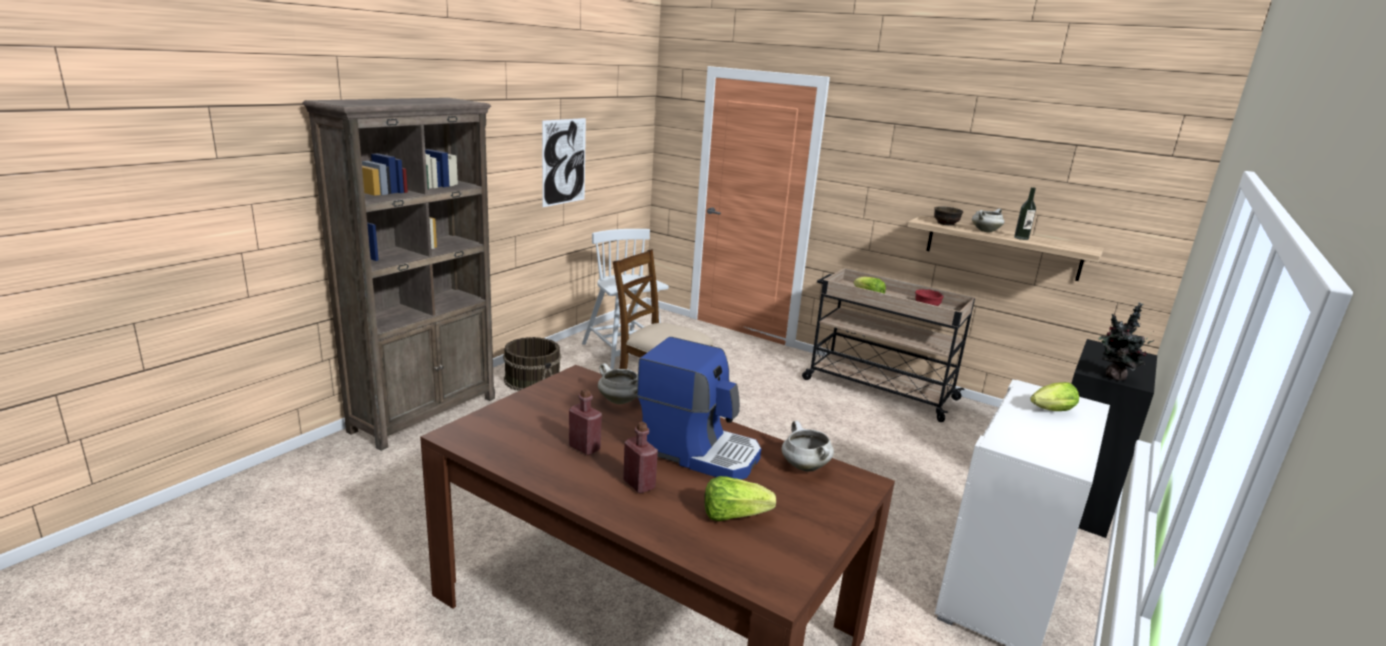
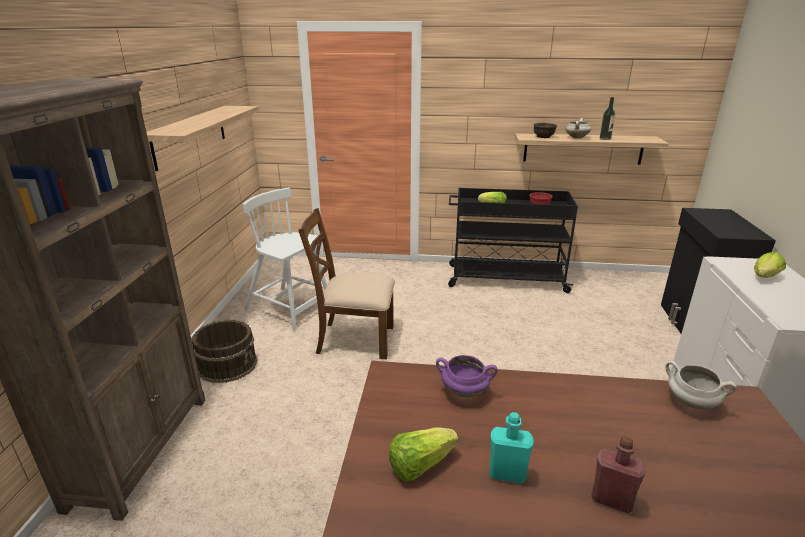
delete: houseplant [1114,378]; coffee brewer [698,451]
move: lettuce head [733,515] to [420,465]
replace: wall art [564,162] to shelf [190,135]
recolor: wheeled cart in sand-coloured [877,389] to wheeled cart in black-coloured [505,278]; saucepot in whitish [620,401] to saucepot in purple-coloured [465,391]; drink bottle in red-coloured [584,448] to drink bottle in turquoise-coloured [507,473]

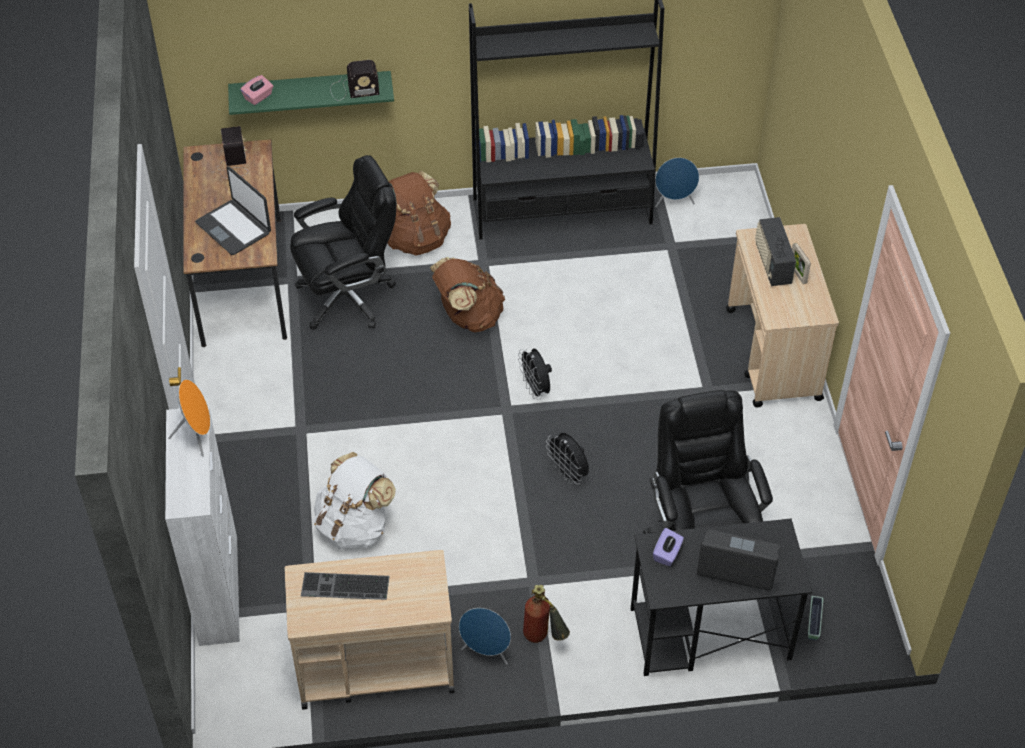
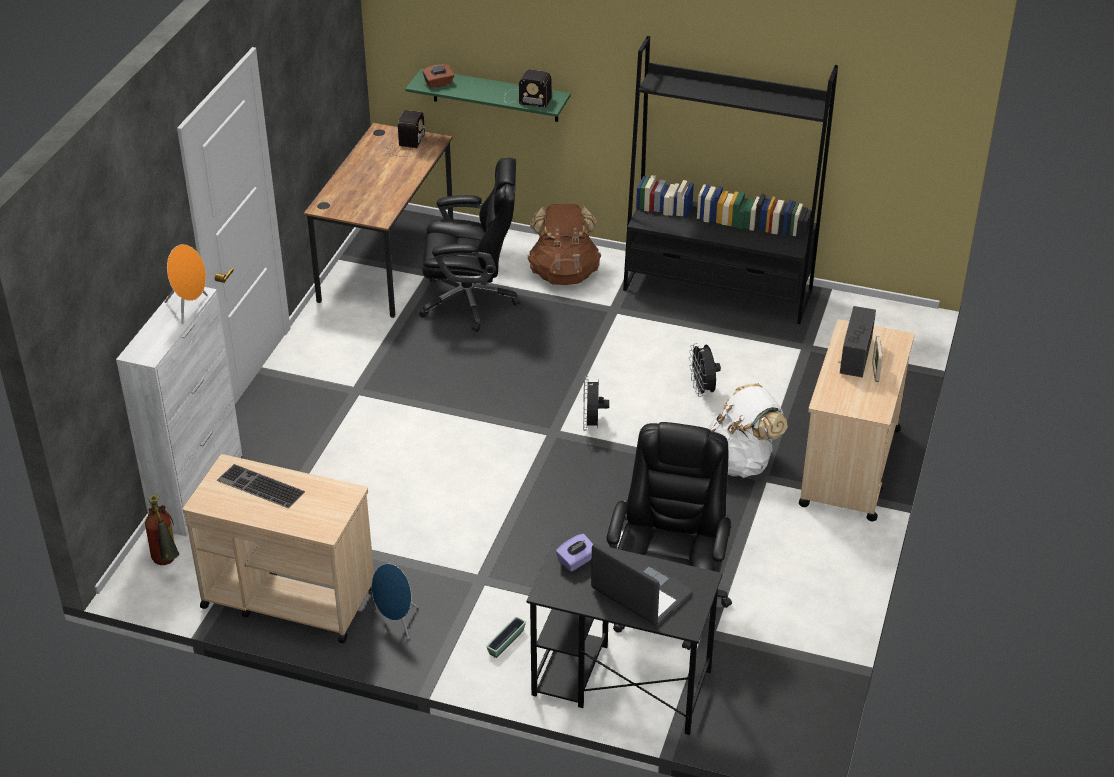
delete: speaker in bluish [674,202]; notebook computer [234,227]; knapsack in brown-coloured [468,316]
move: cooling fan in black-coloured [568,473] to [703,390]; knapsack in whitish [354,526] to [740,461]; fire extinguisher [543,639] to [167,564]; plant pot [814,622] to [506,642]
recolor: box of tissues in pinkish [258,97] to box of tissues in brown-coloured [439,84]

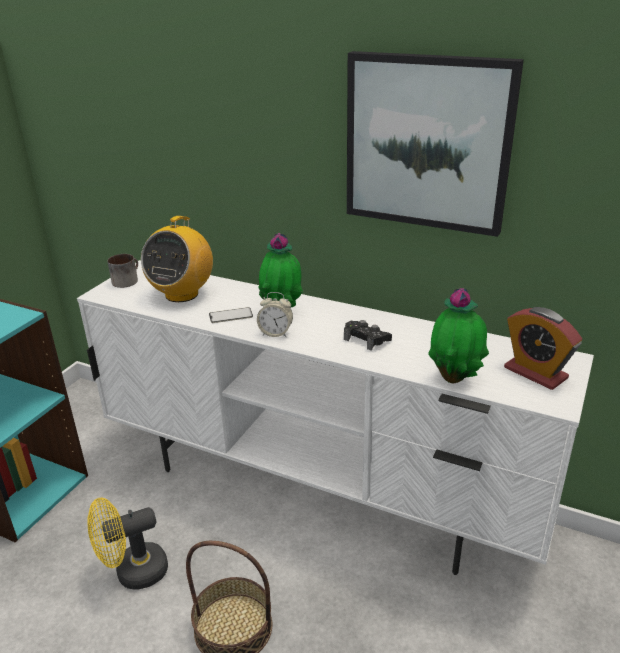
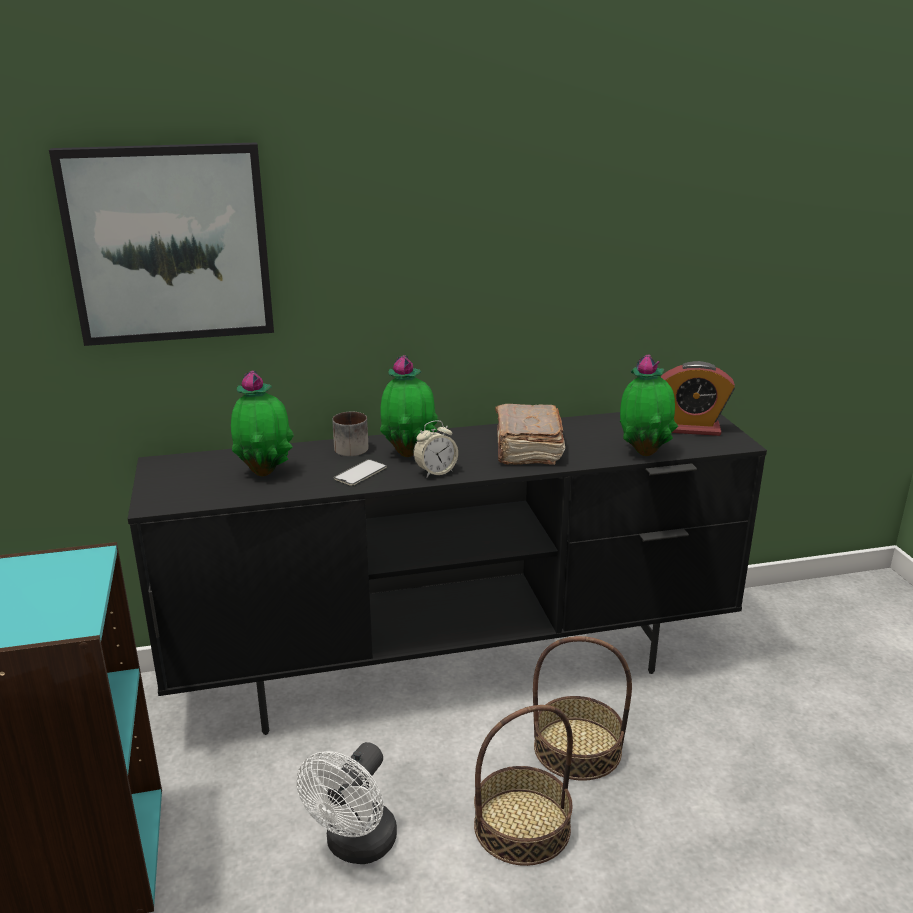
insert: storage basket [577,748]
move: wall art [427,143] to [169,244]; mug [126,280] to [349,447]
replace: radio set [182,294] to houseplant [265,472]; game controller in black-coloured [366,339] to bound book in brown-coloured [527,449]
recolor: tv unit in whitish [318,491] to tv unit in black-coloured [458,669]; cooling fan in yellowish [133,573] to cooling fan in whitish [356,847]

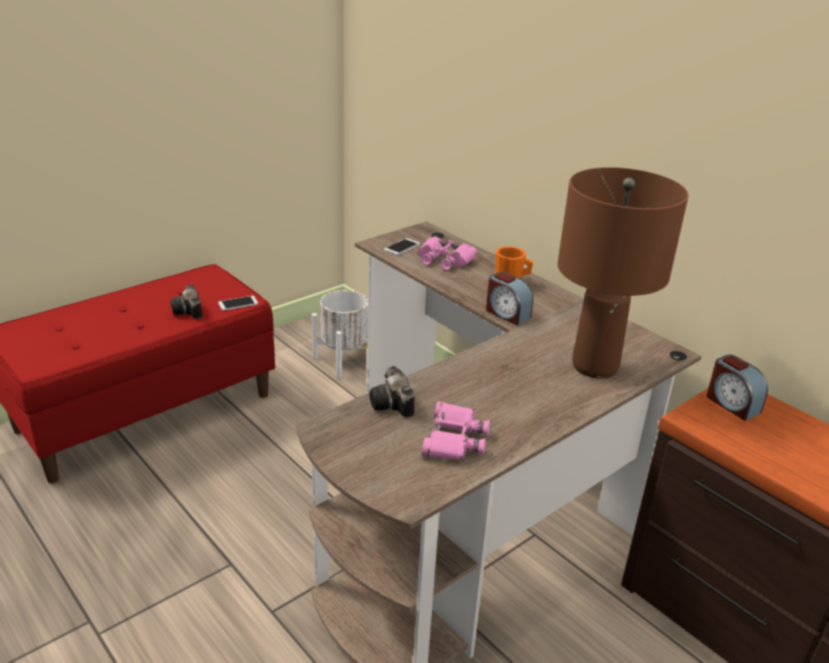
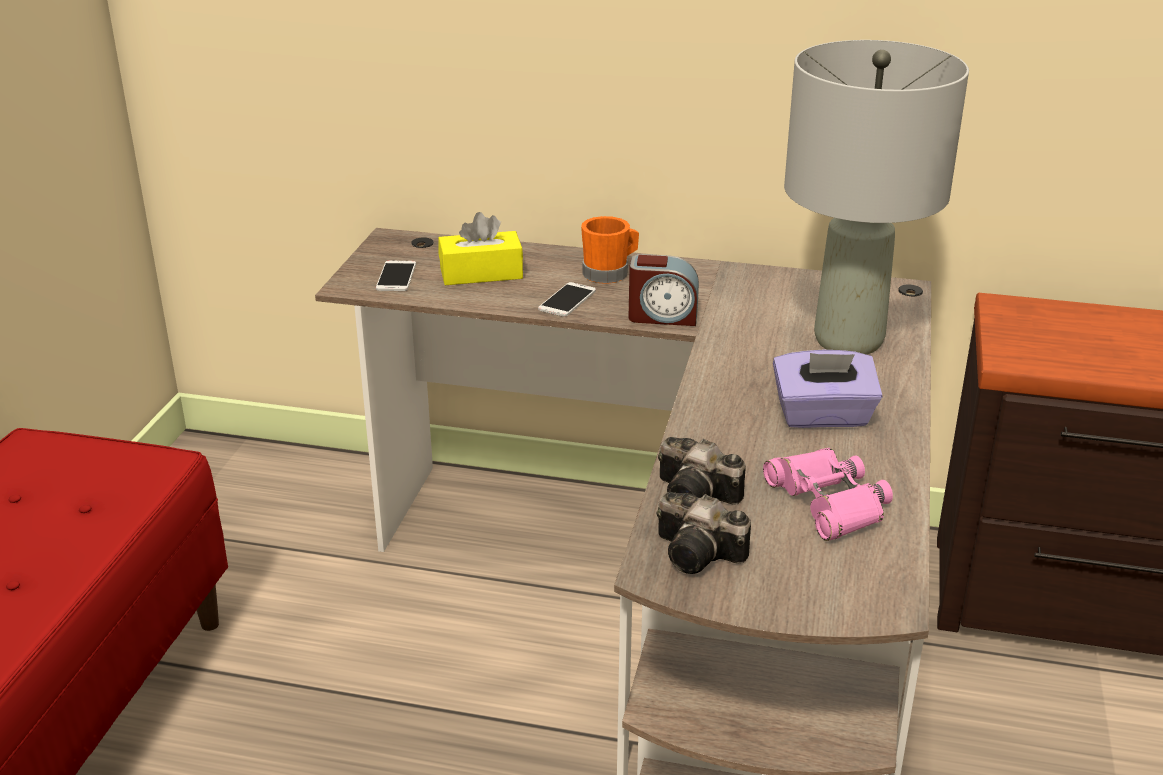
delete: plant pot in whitish [344,360]; bedside clock [732,404]
insert: box of tissues in purple-coloured [823,416]
move: still camera [189,312] to [701,555]; handset [238,303] to [567,300]
replace: field glasses in pinkish [444,259] to box of tissues in yellowish [481,273]
recolor: table lamp in brown-coloured [595,367] to table lamp in grey [850,340]

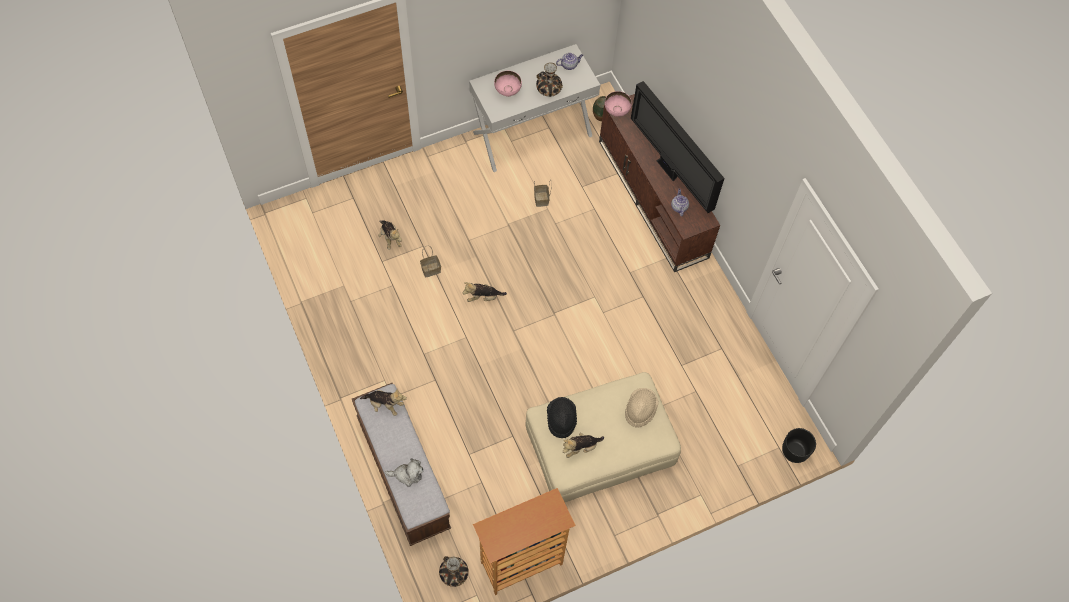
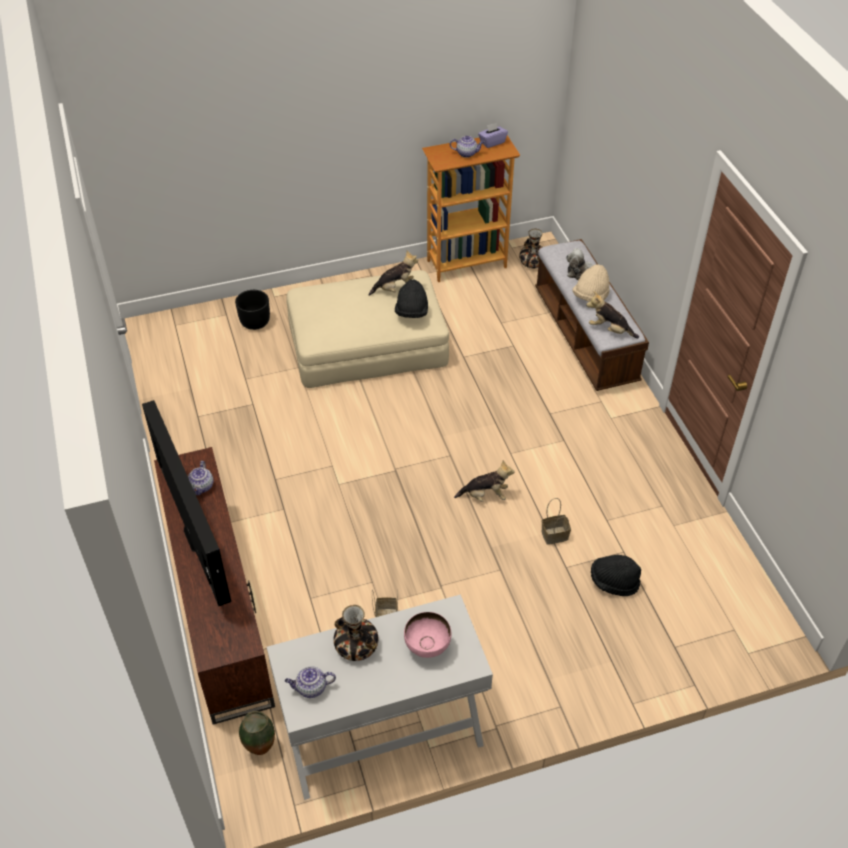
delete: deep dish in pinkish [616,111]
insert: box of tissues in purple-coloured [492,142]; teapot [467,153]
move: clothing hat in sand-coloured [640,410] to [590,296]; plant pot in black-coloured [794,451] to [255,322]
replace: plush toy [390,238] to clothing hat in black-coloured [613,582]

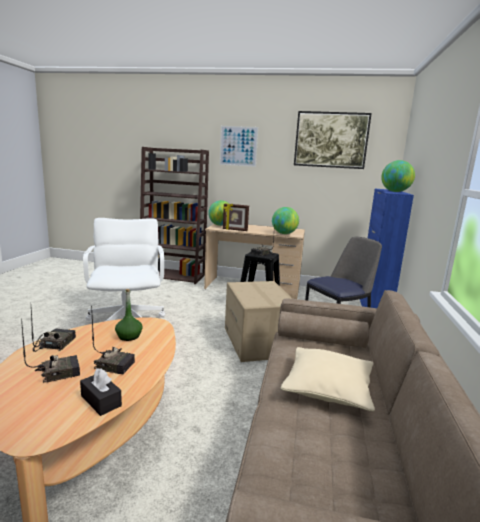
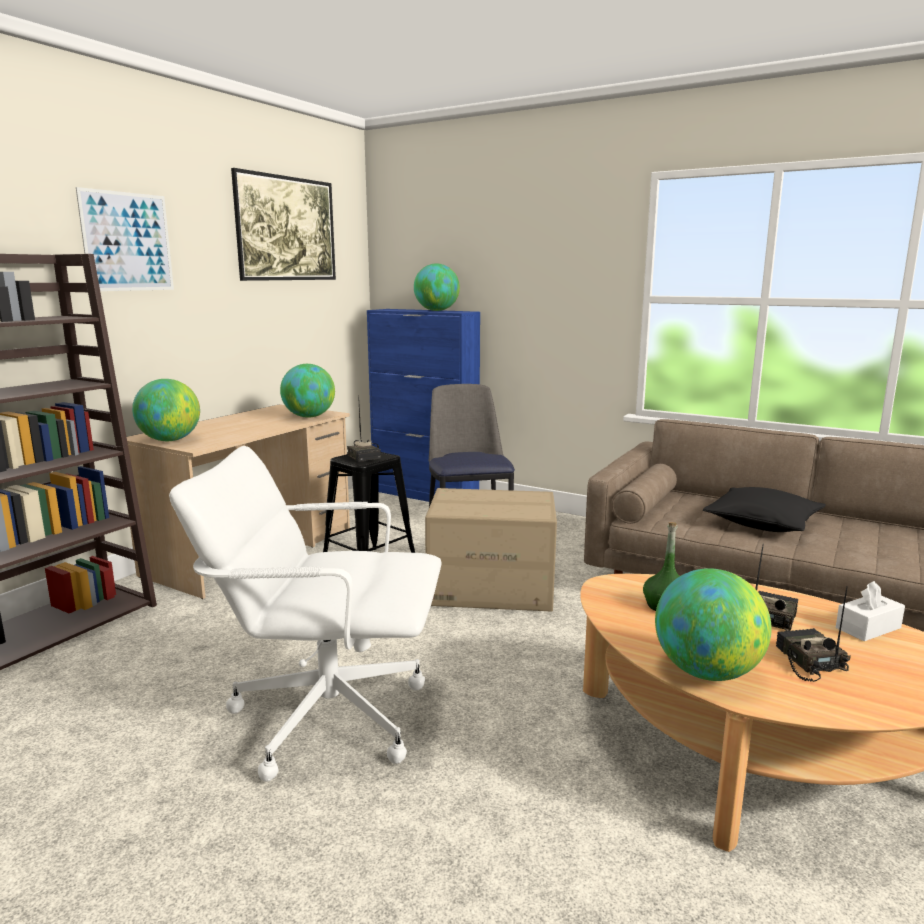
delete: picture frame [235,230]
replace: radio set [54,344] to world globe [706,672]
recolor: throw pillow in sand-coloured [328,388] to throw pillow in black-coloured [762,523]; box of tissues in black-coloured [101,401] to box of tissues in whitish [868,628]

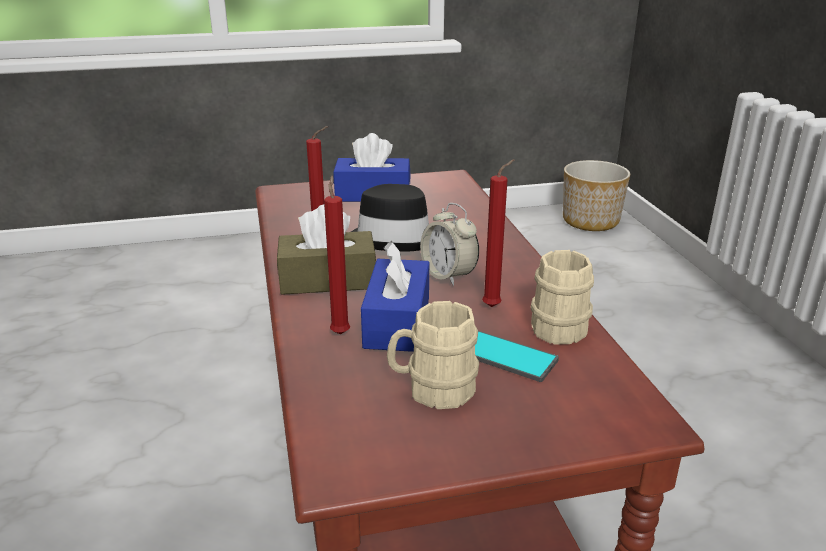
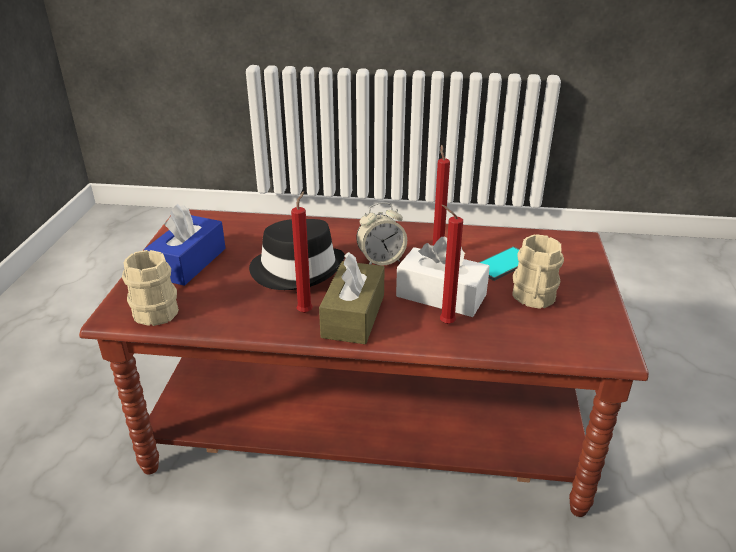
delete: plant pot [591,221]
move: mug in sand-coloured [564,325] to [154,308]
recolor: box of tissues in bluish [397,322] to box of tissues in whitish [441,295]

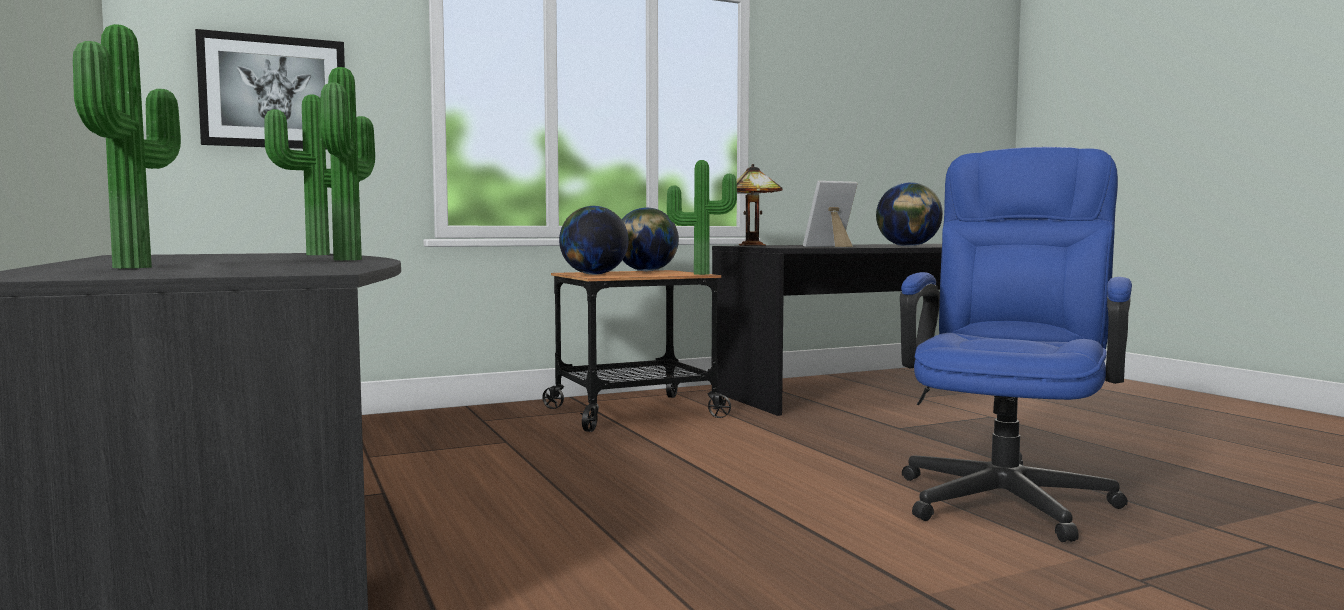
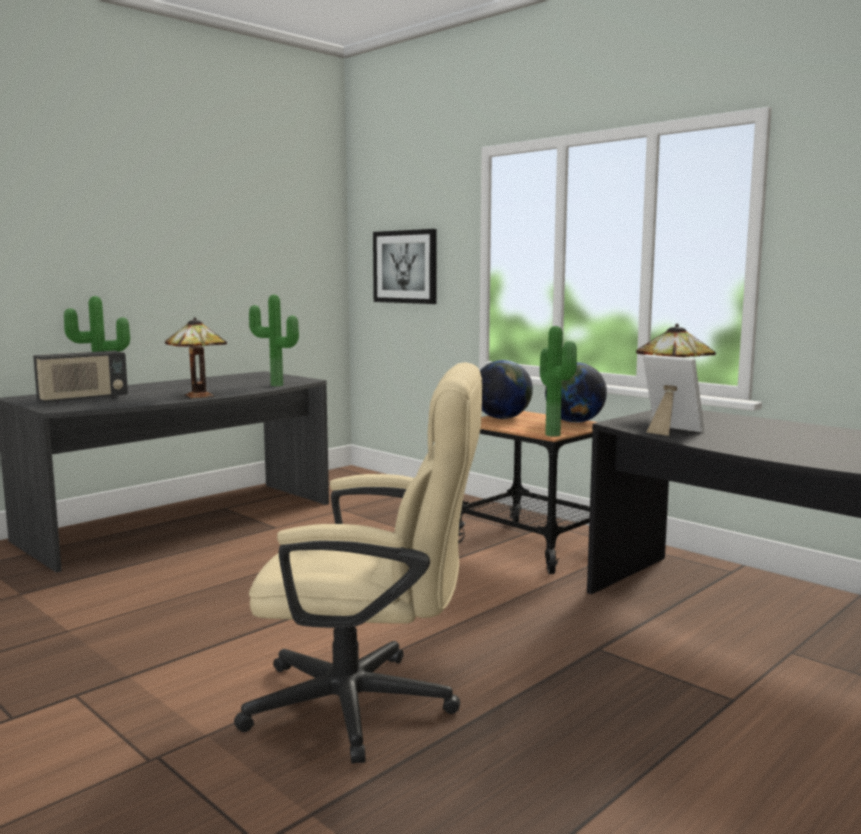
delete: world globe [908,246]
insert: radio set [83,399]
replace: houseplant [353,259] to table lamp [197,396]
recolor: desk chair in bluish [1008,495] to desk chair in sand-coloured [370,706]

